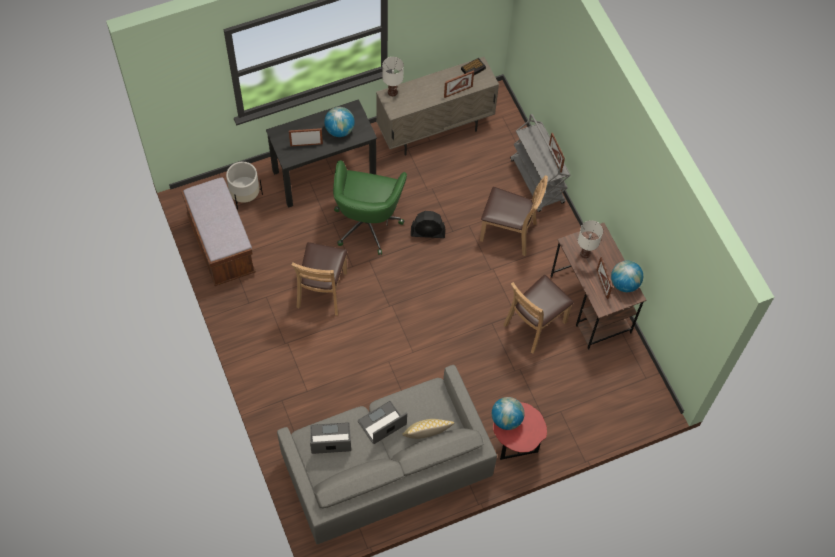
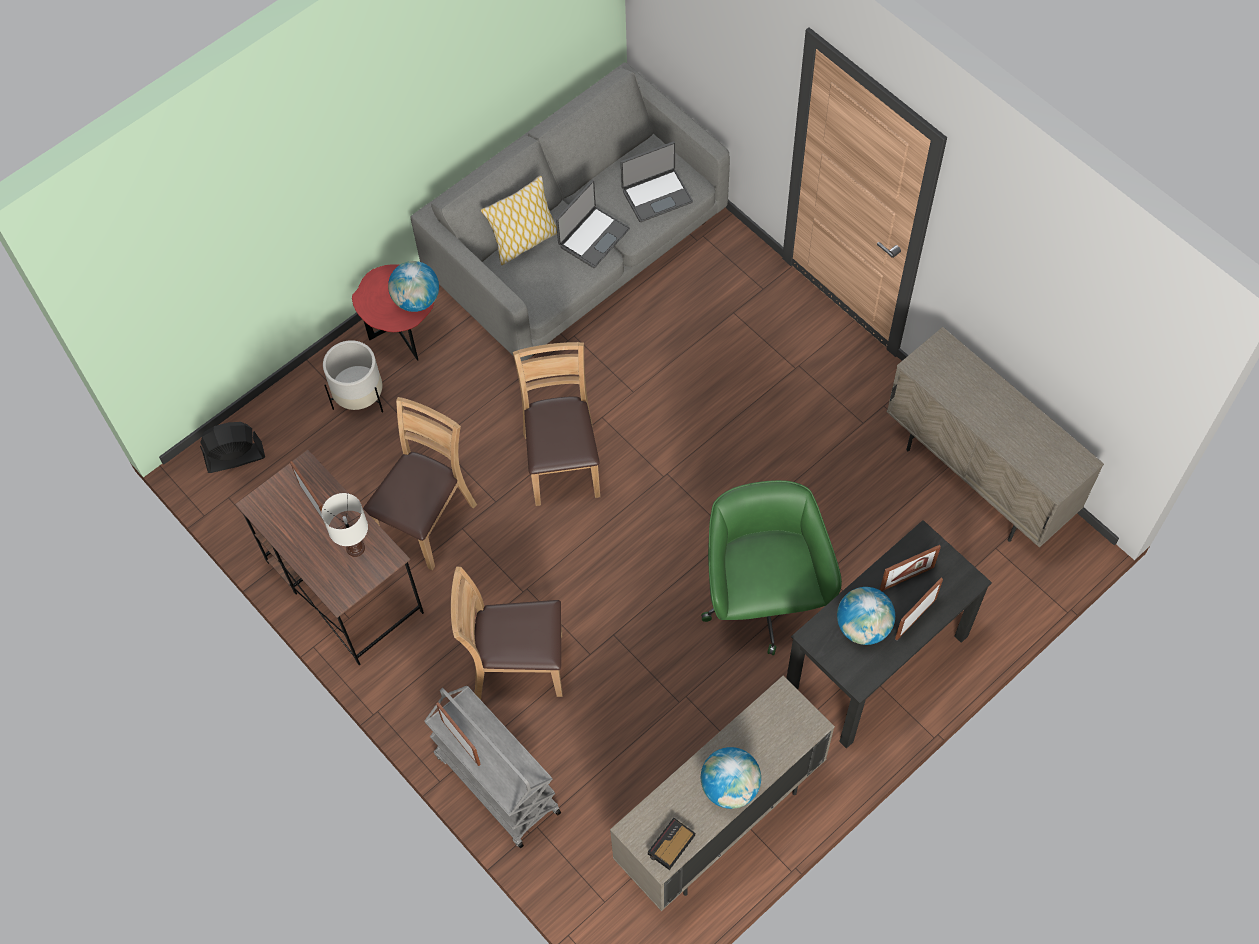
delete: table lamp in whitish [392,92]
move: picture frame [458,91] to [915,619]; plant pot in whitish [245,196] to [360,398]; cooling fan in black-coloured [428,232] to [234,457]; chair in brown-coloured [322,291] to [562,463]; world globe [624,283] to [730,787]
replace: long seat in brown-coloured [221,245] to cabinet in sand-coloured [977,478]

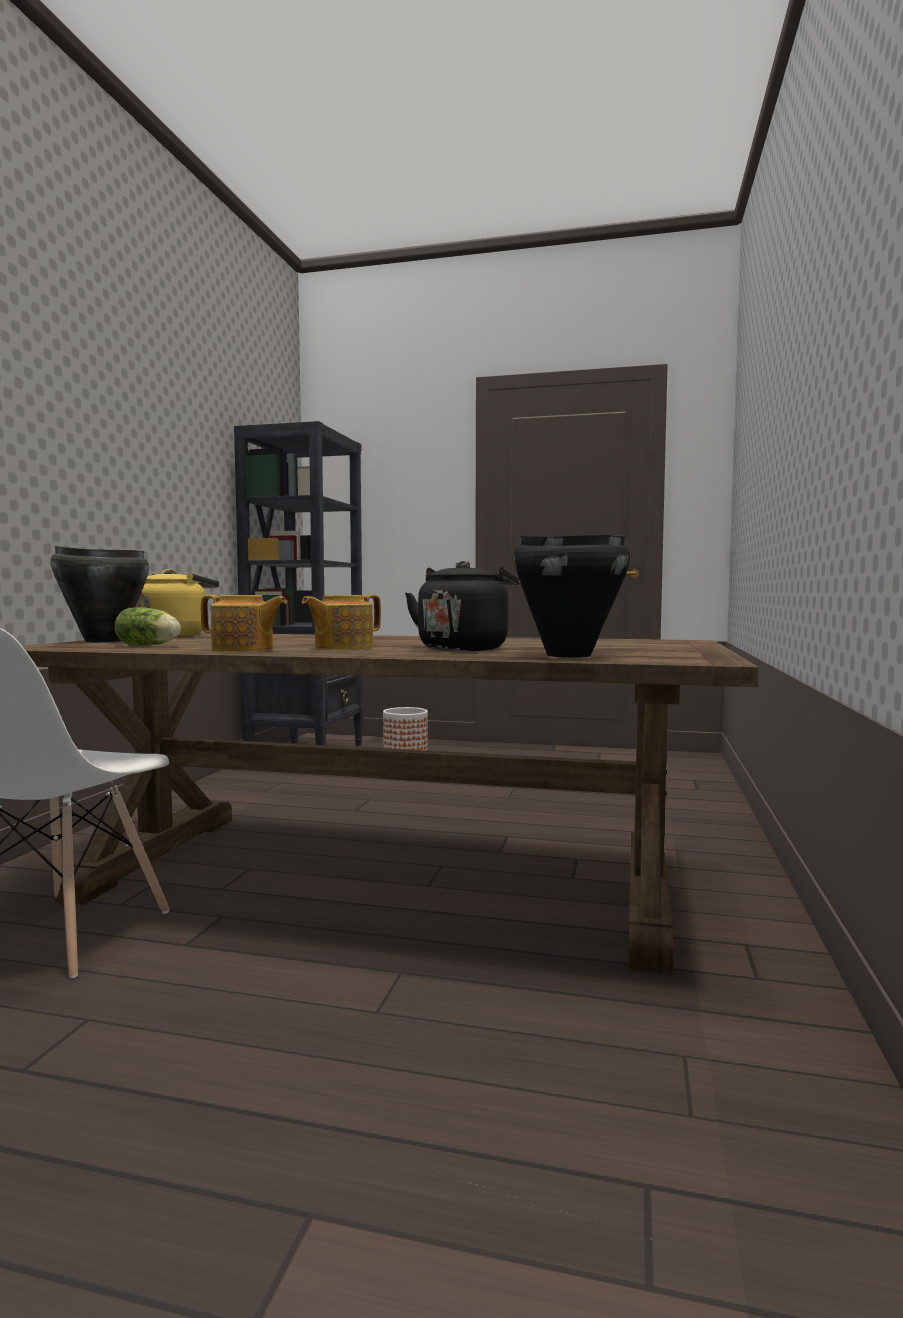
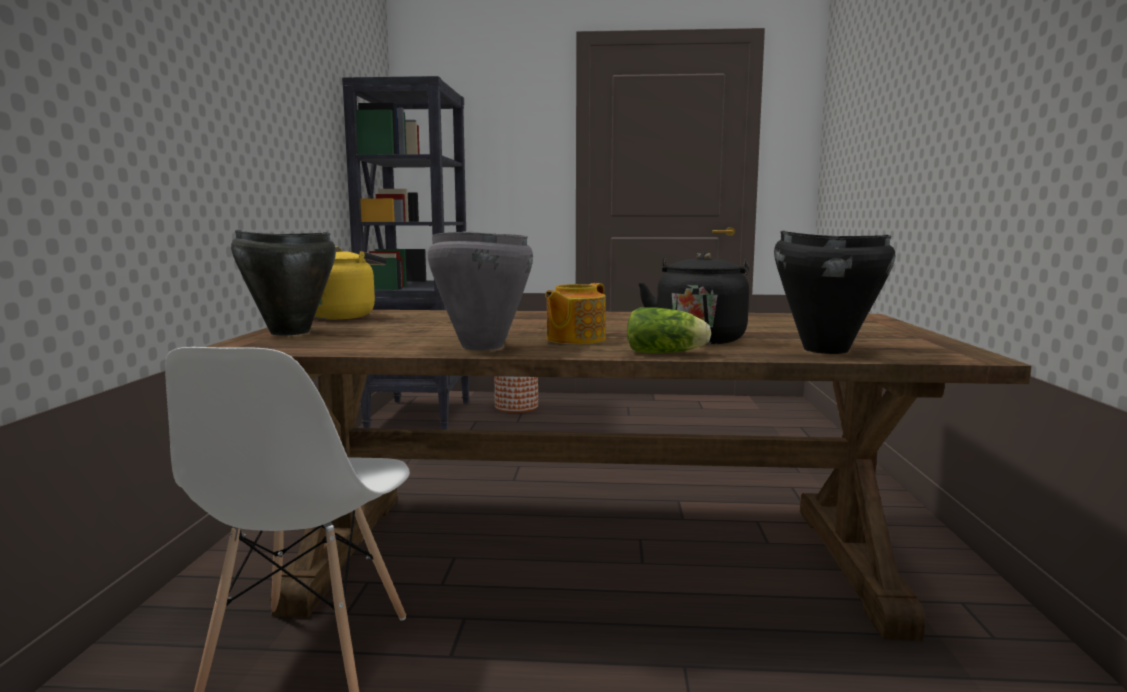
move: lettuce head [150,645] to [668,353]
replace: teapot [243,649] to saucepot in grey [481,346]

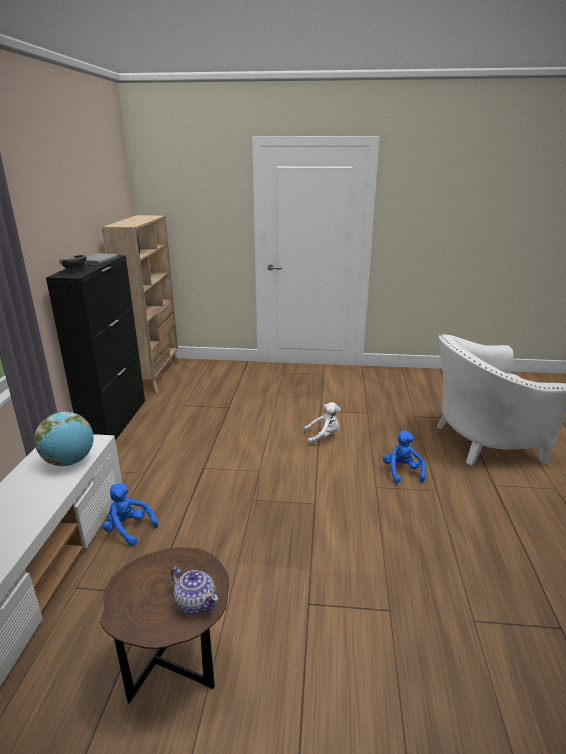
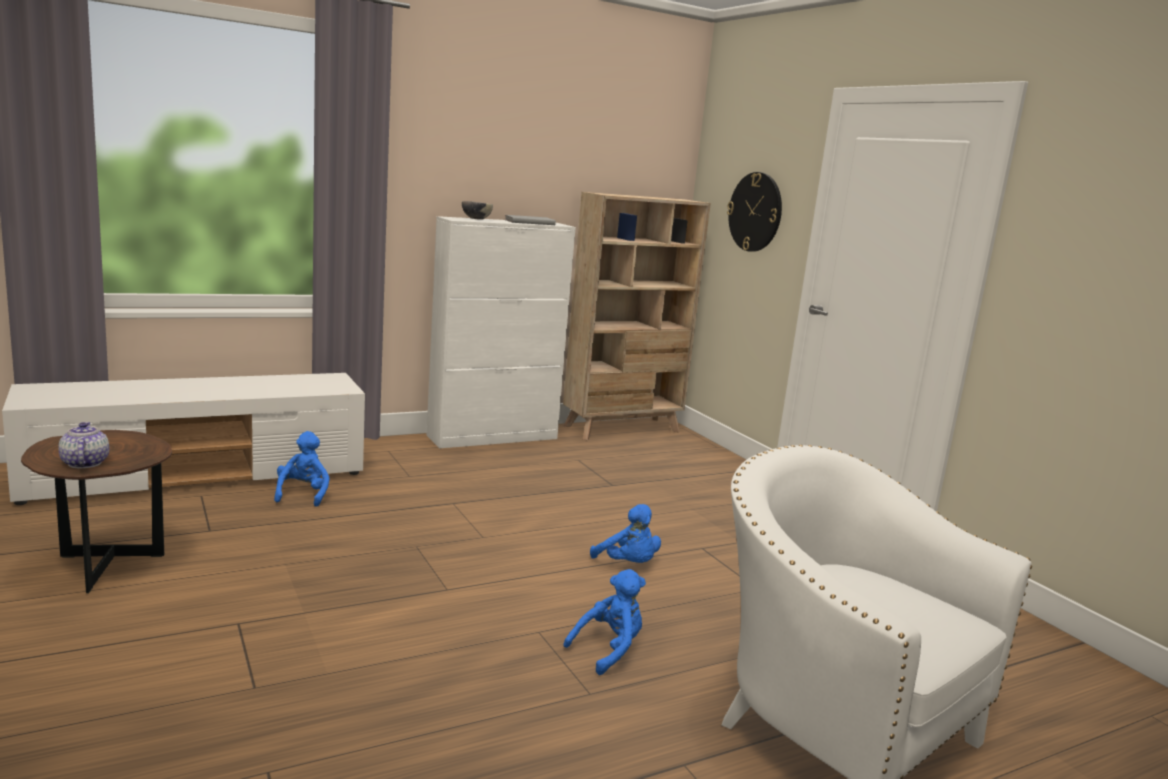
delete: world globe [70,461]
insert: wall clock [755,212]
recolor: cabinet in black-coloured [115,421] to cabinet in whitish [493,437]; plush toy in whitish [323,436] to plush toy in bluish [628,564]
rotate: teapot [195,602] = [84,463] 150 degrees clockwise

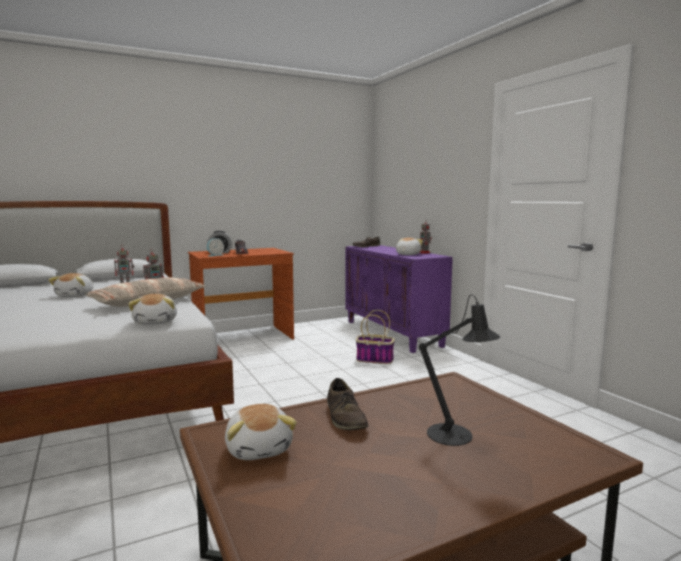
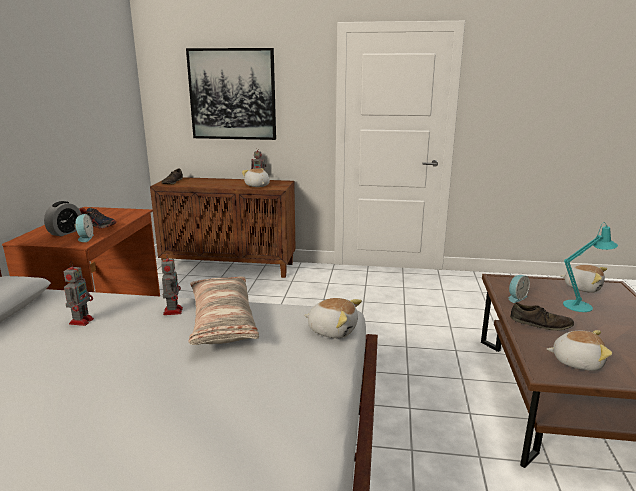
delete: storage basket [374,360]
insert: wall art [232,94]; bedside clock [516,297]
move: plush toy [76,295] to [582,287]
recolor: cabinet in purple-coloured [393,333] to cabinet in brown-coloured [230,266]; table lamp in black-coloured [455,436] to table lamp in turquoise-coloured [581,305]

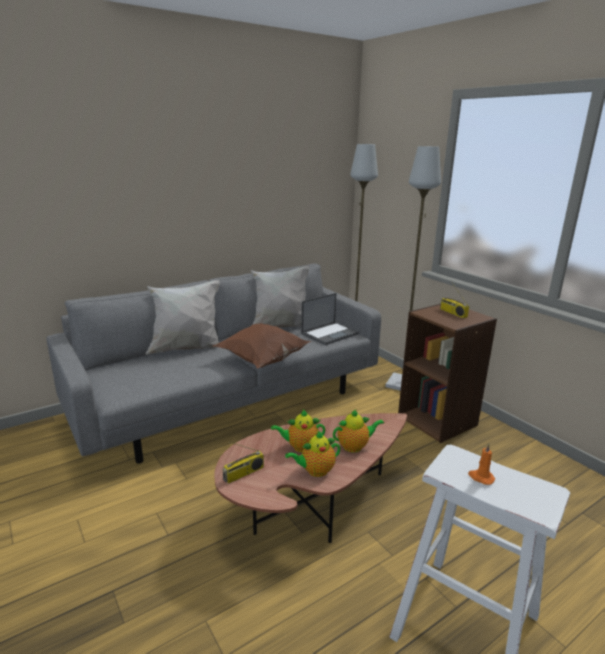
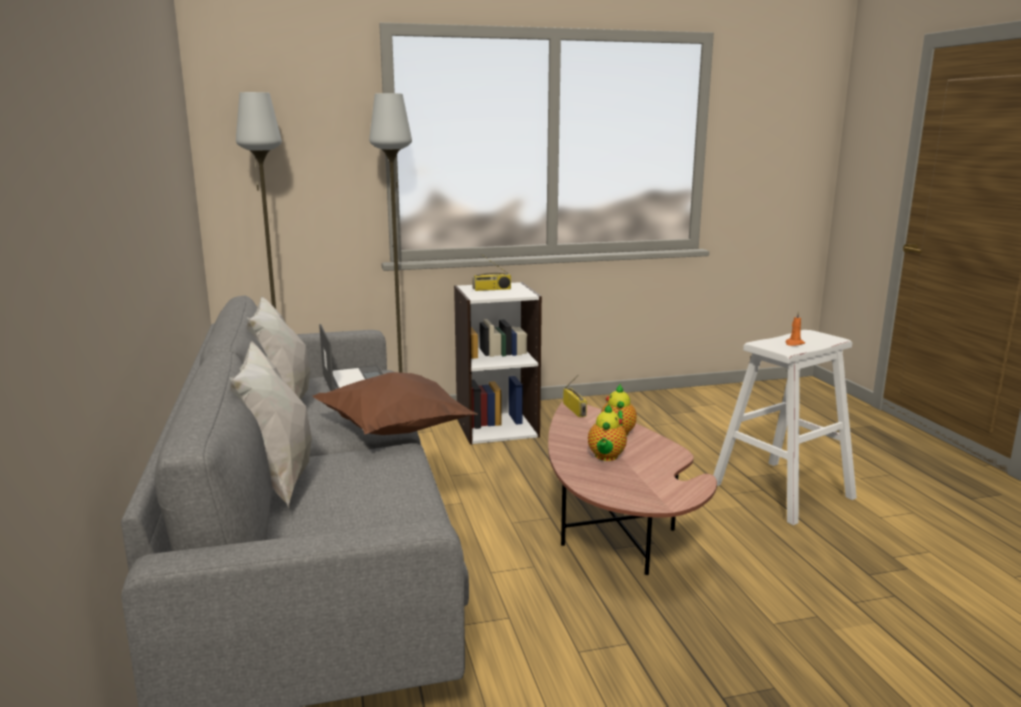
delete: teapot [315,471]
move: radio set [243,474] to [575,410]
recolor: shelving unit in brown-coloured [438,420] to shelving unit in whitish [497,427]

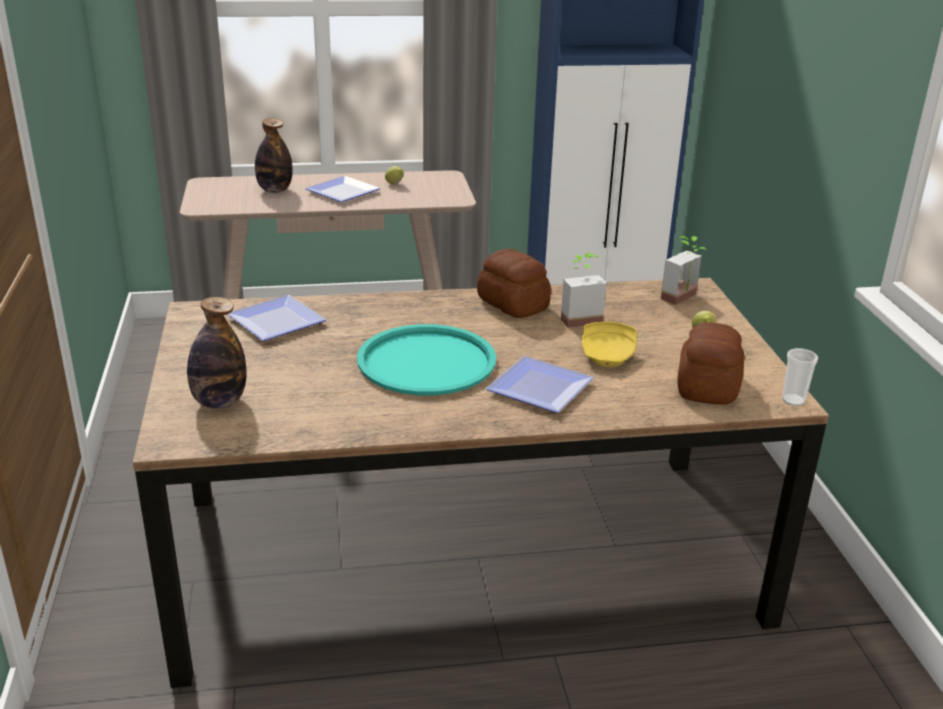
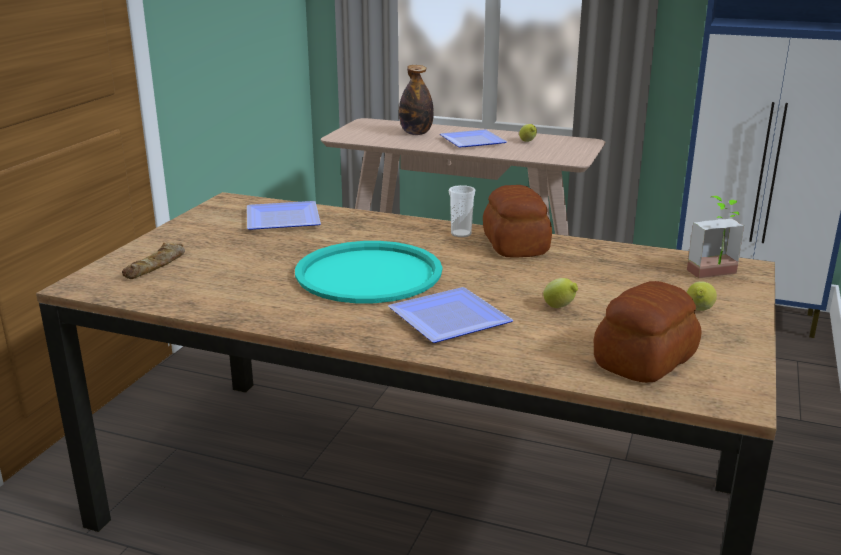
delete: houseplant [578,318]
move: cup [793,400] to [461,234]
replace: drink bottle [219,402] to bakery bread [156,266]; flat dish in yellowish [608,356] to citrus fruit [560,307]

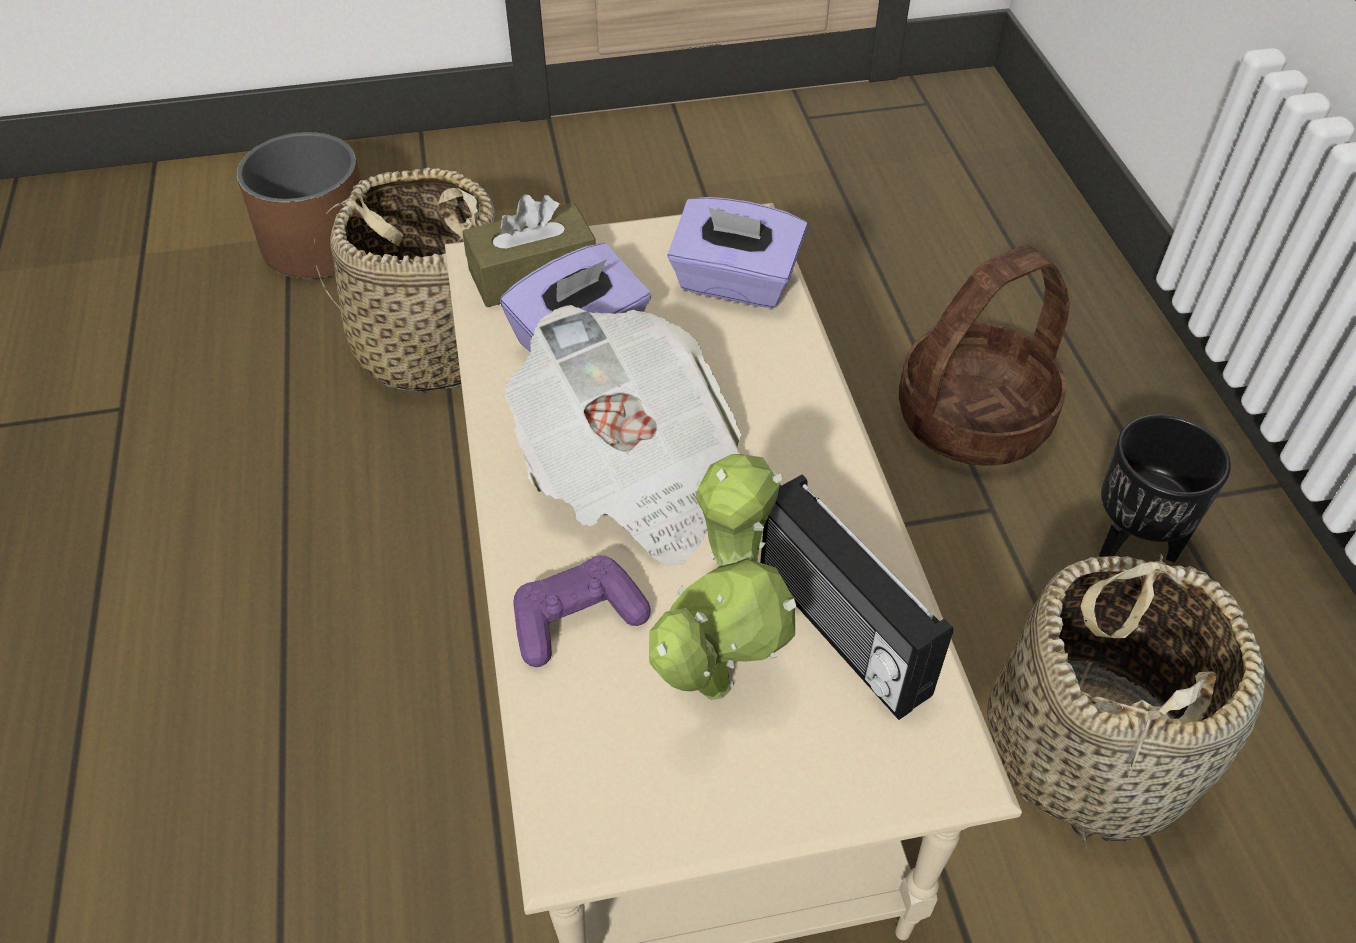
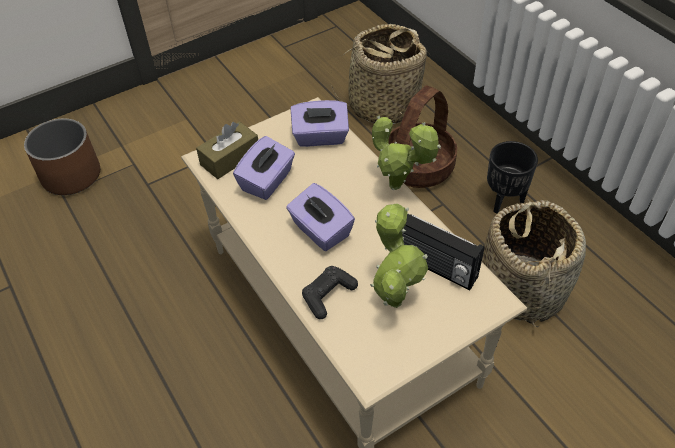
insert: houseplant [399,187]
move: storage basket [433,344] to [383,105]
replace: daily paper [634,475] to box of tissues in purple-coloured [320,231]
recolor: game controller in purple-coloured [577,619] to game controller in black-coloured [328,295]

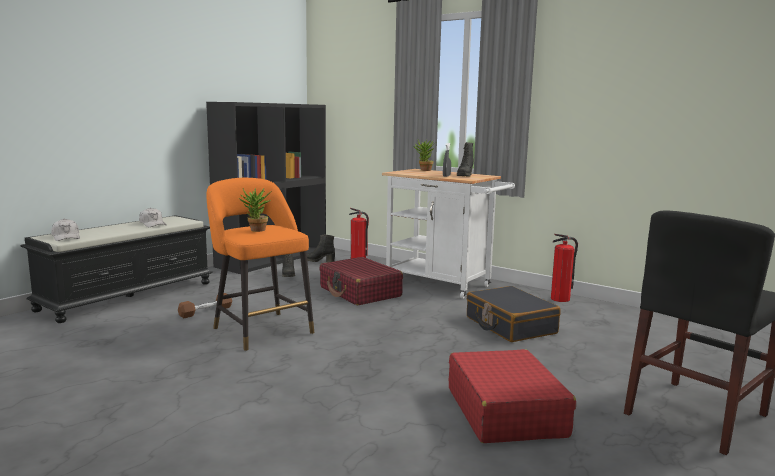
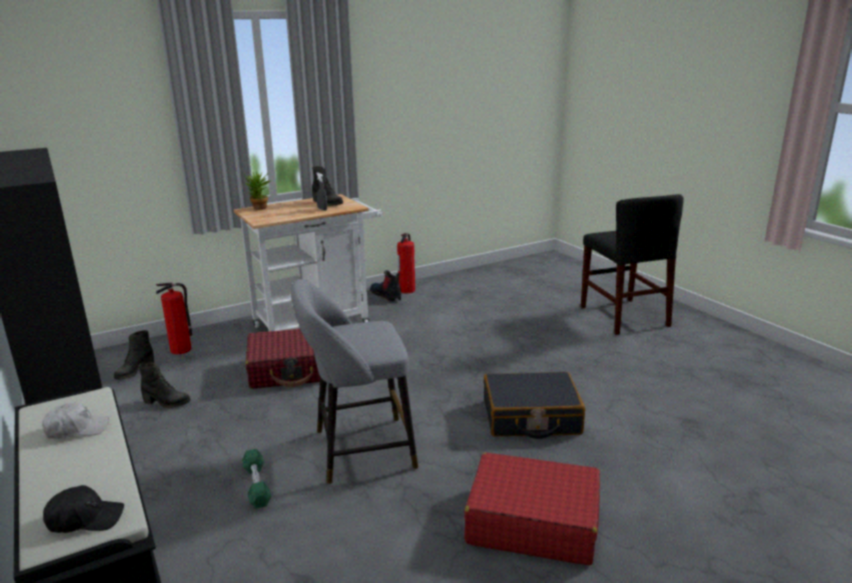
delete: houseplant [256,230]
insert: high-top boot [386,295]
move: travel case in black-coloured [510,325] to [531,417]; travel case in red-coloured [505,411] to [532,522]
recolor: sitting stool in orange-coloured [260,329] to sitting stool in grey [358,450]; baseball cap in whitish [66,237] to baseball cap in black-coloured [85,519]; free weight in brown-coloured [205,311] to free weight in green-coloured [257,485]

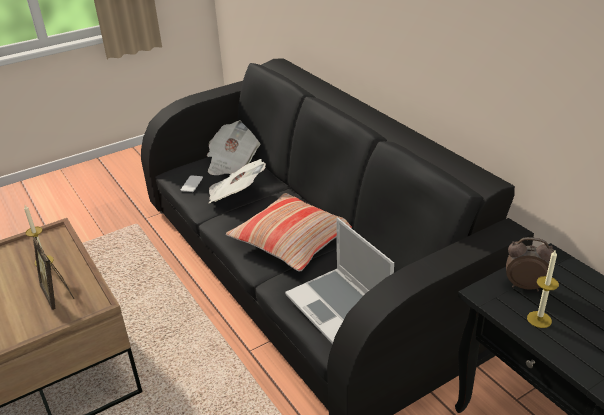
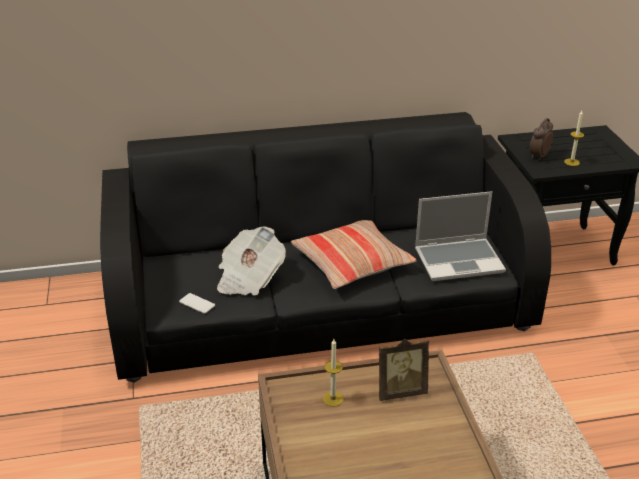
delete: daily paper [232,162]

